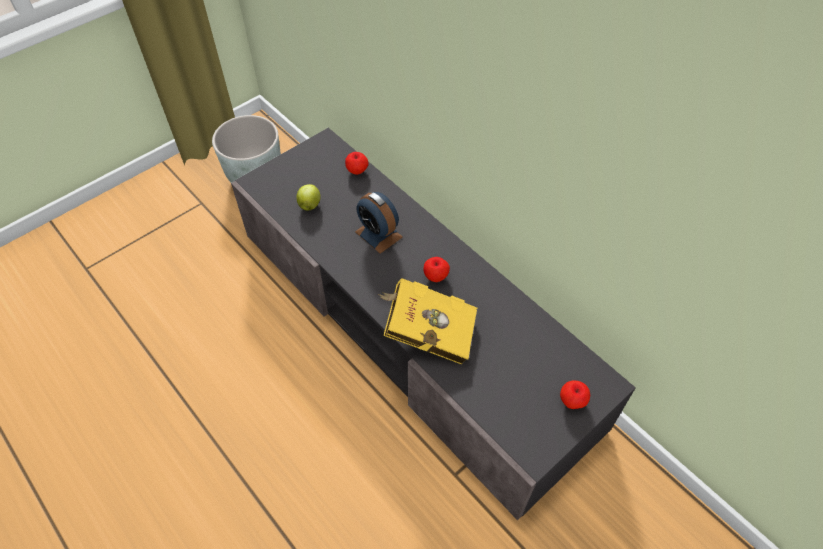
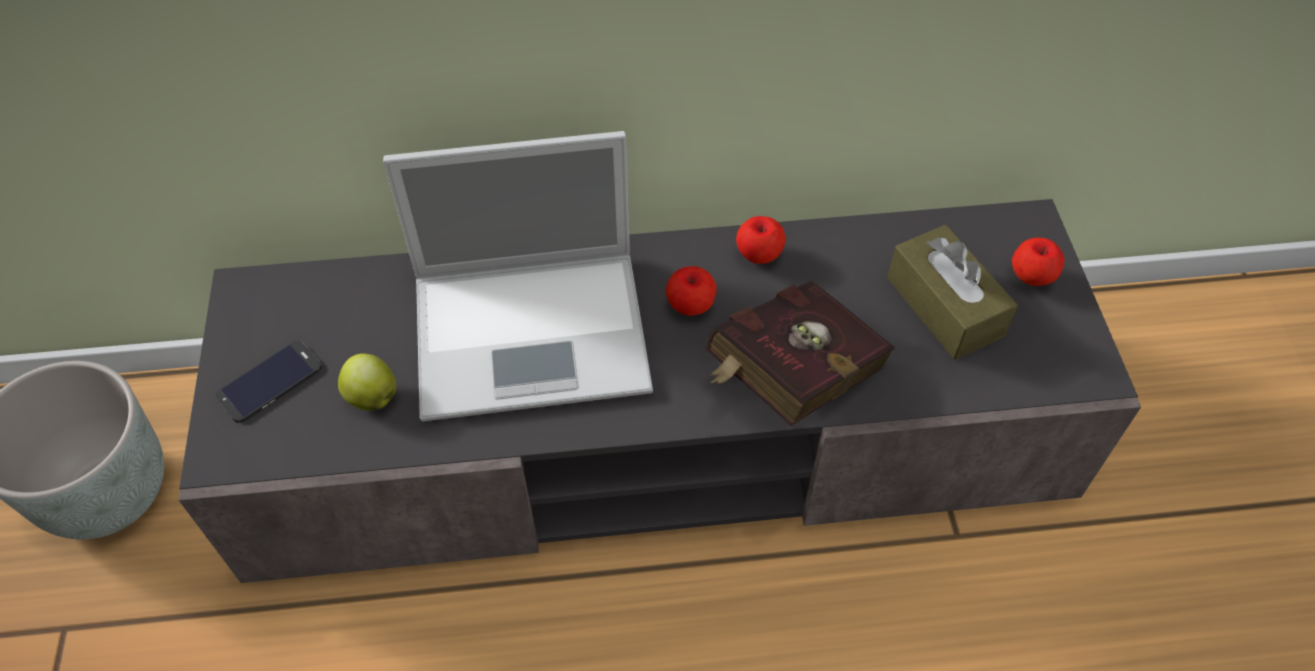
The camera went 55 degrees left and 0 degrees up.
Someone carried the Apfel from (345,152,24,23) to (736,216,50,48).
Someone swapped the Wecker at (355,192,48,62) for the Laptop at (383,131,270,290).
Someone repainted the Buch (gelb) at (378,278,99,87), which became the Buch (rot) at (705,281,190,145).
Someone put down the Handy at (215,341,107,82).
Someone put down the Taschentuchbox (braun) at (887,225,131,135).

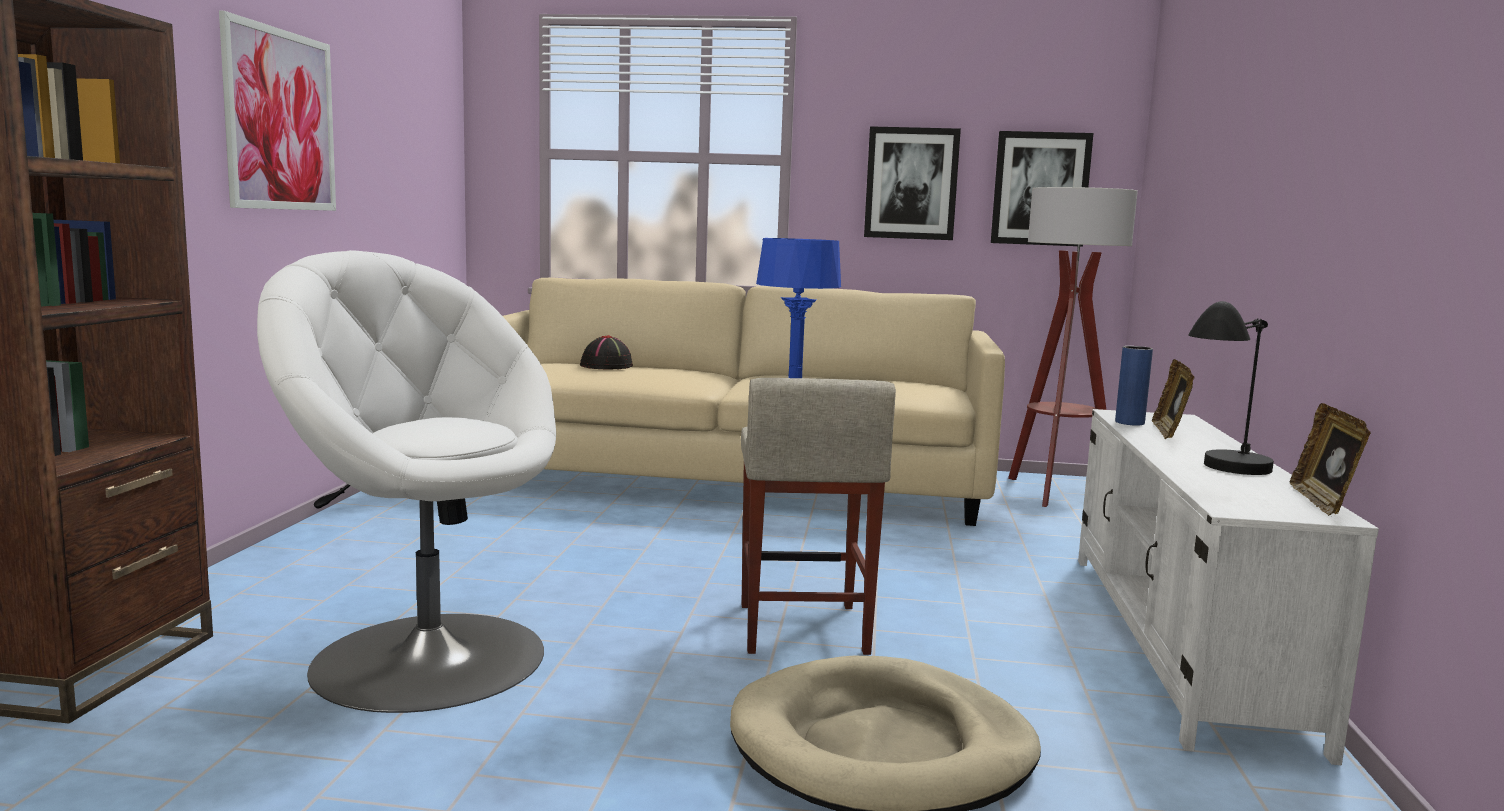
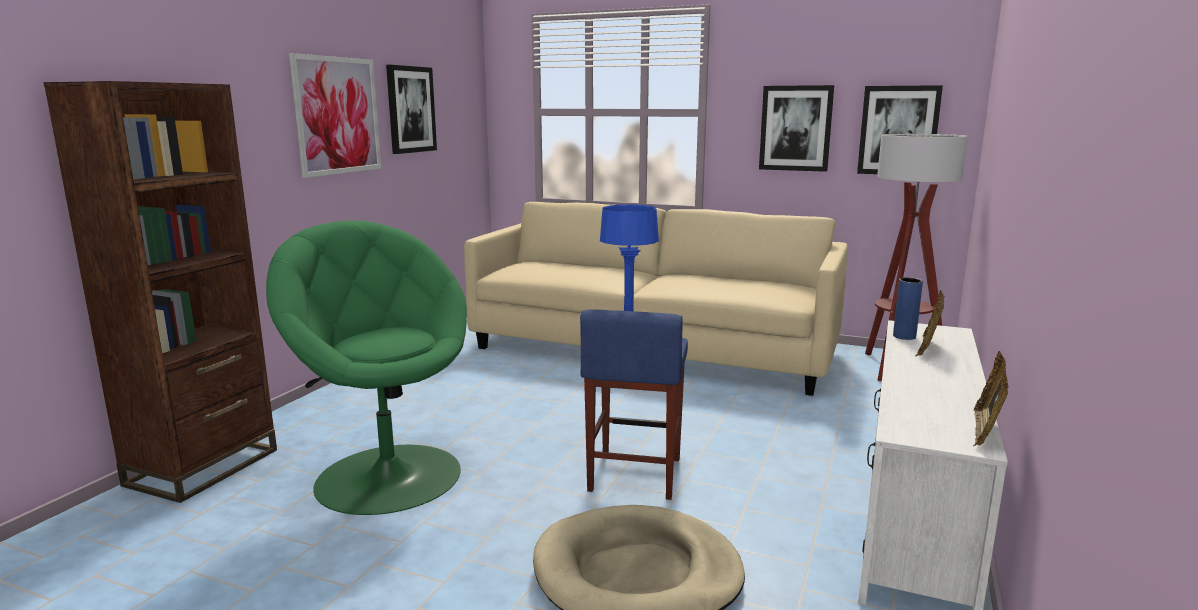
The camera went 15 degrees right and 5 degrees up.
Someone repainted the Sessel (weiß) at (257,250,299,463), which became the Sessel (grün) at (266,221,201,294).
Someone took away the Hut (schwarz) at (580,335,53,34).
Someone repainted the Hocker (beige) at (741,378,155,277), which became the Hocker (blau) at (580,310,108,190).
Someone took away the Tischlampe (schwarz) at (1188,301,86,174).
Someone put up the Bild at (386,65,51,89).

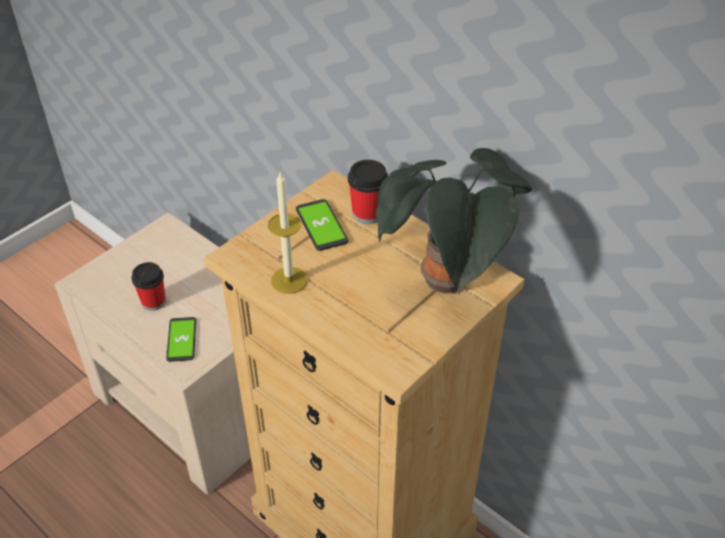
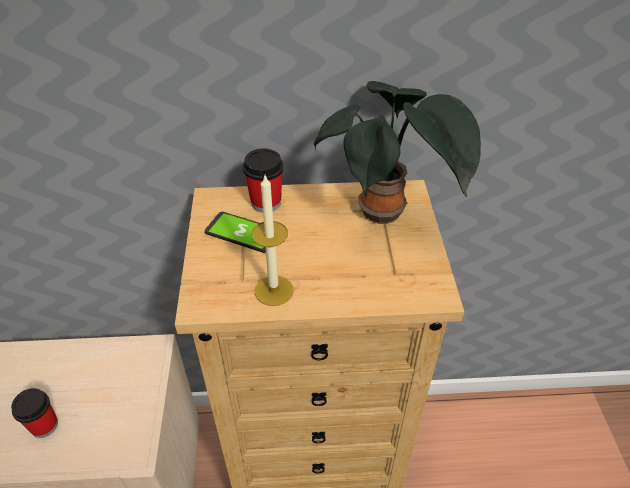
The camera went 45 degrees left and 0 degrees up.
Someone took away the Handy at (166,317,30,45).

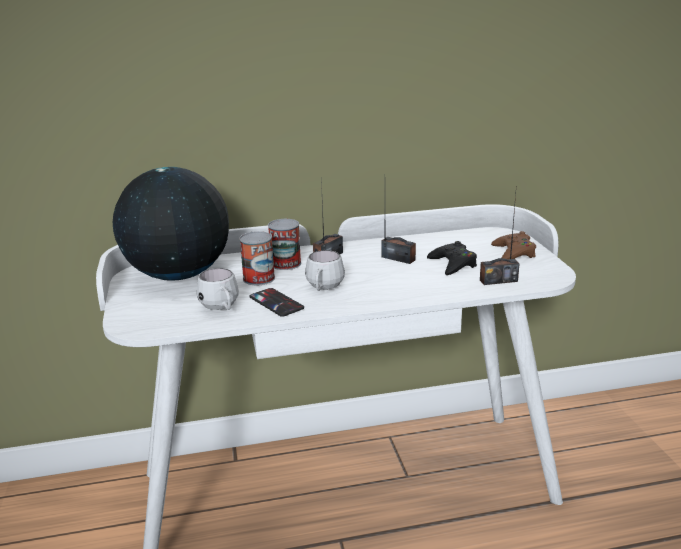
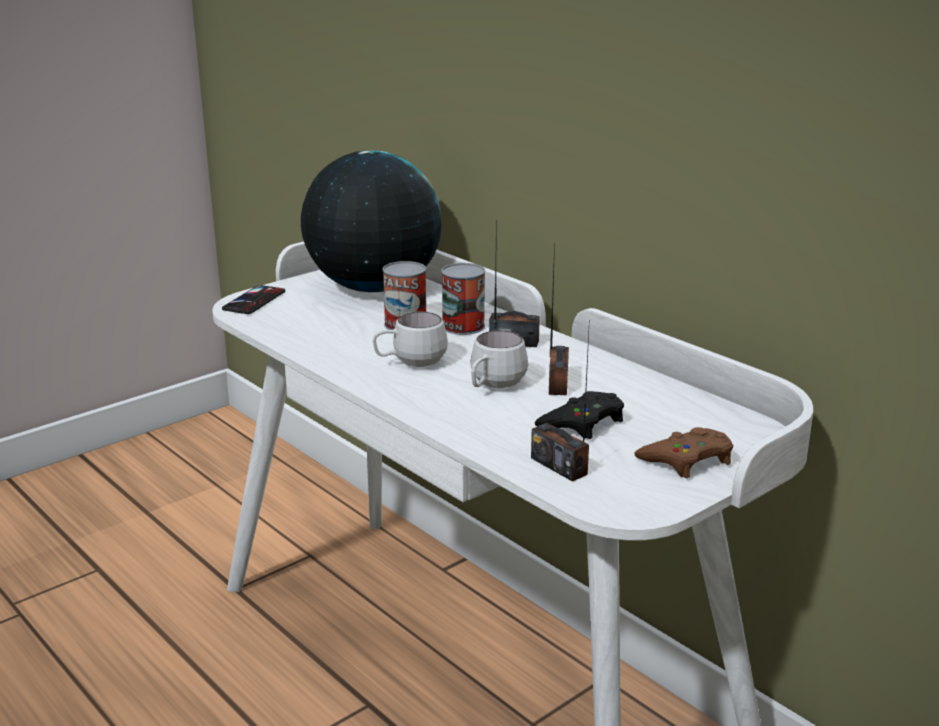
The camera went 60 degrees right and 0 degrees up.
Someone carried the Henkelbecher (weiß) from (197,268,42,42) to (470,330,58,58).
Someone carried the Handy from (250,288,54,29) to (222,285,63,29).

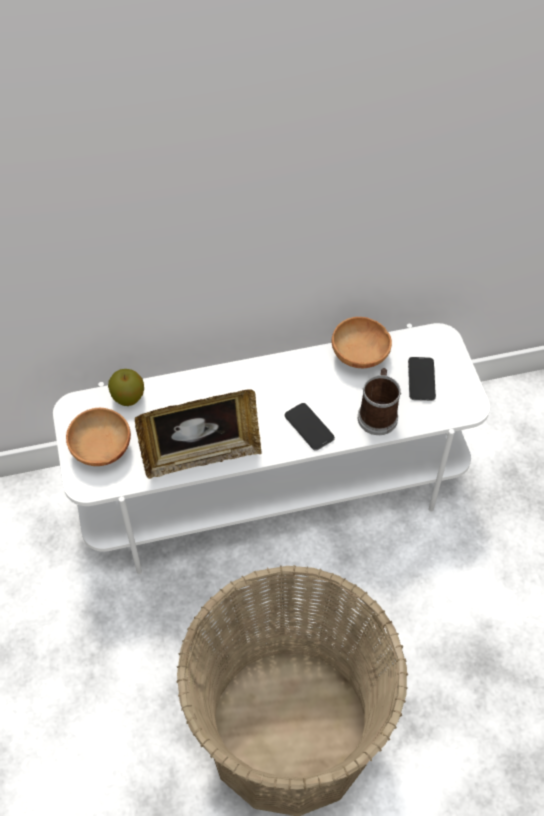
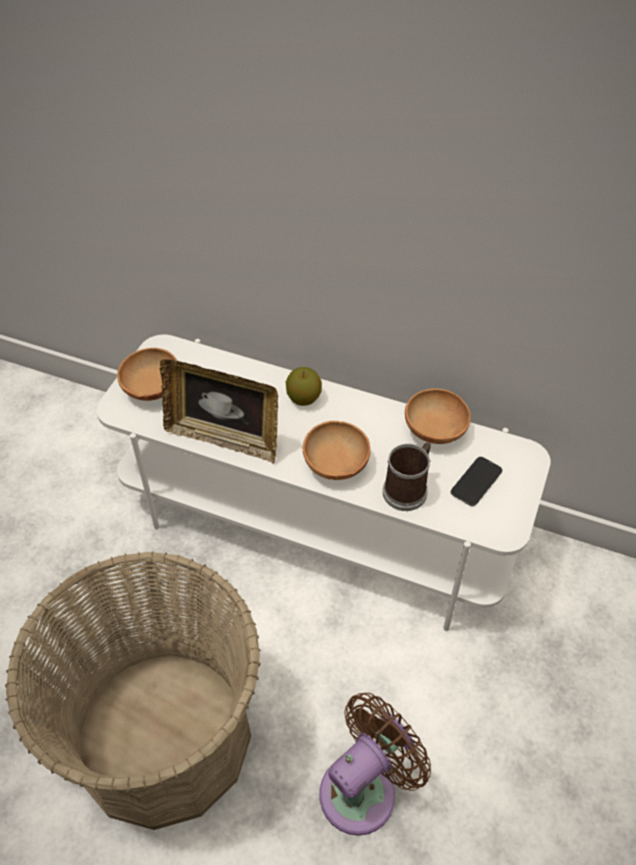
The camera went 35 degrees right and 5 degrees down.
Someone carried the Apfel from (108,369,36,37) to (286,367,36,39).
Someone swapped the Handy at (285,403,50,48) for the Schüssel (braun) at (303,421,67,59).
Someone put down the Ventilator (braun) at (320,693,111,143).

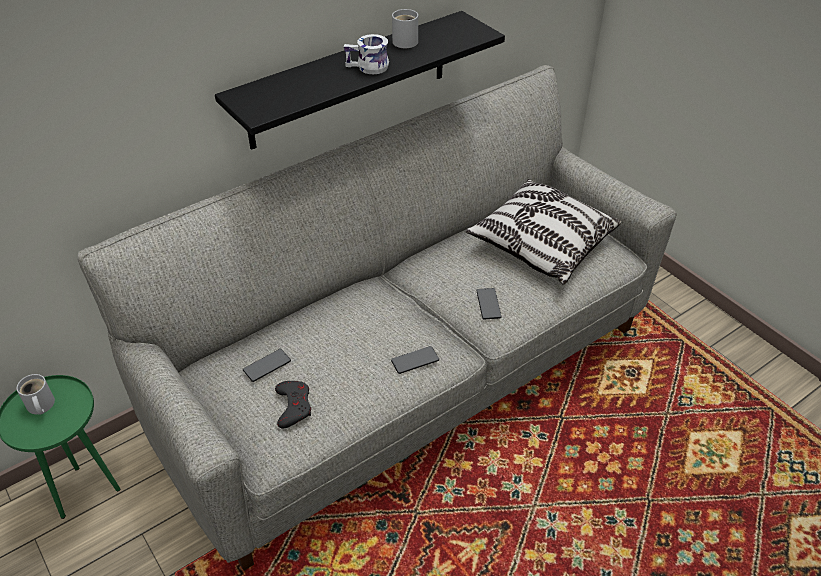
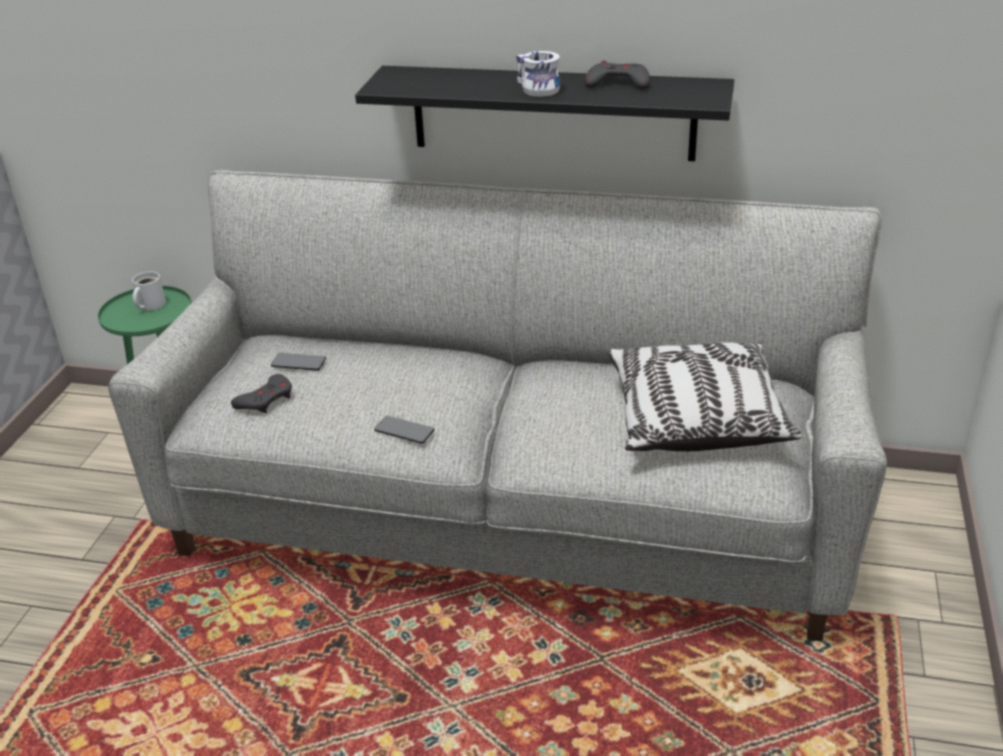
The camera went 50 degrees right and 10 degrees down.
Someone swapped the Henkelbecher (weiß) at (392,9,26,39) for the Gamepad (grau) at (585,60,65,29).
Someone took away the Handy at (476,288,26,31).

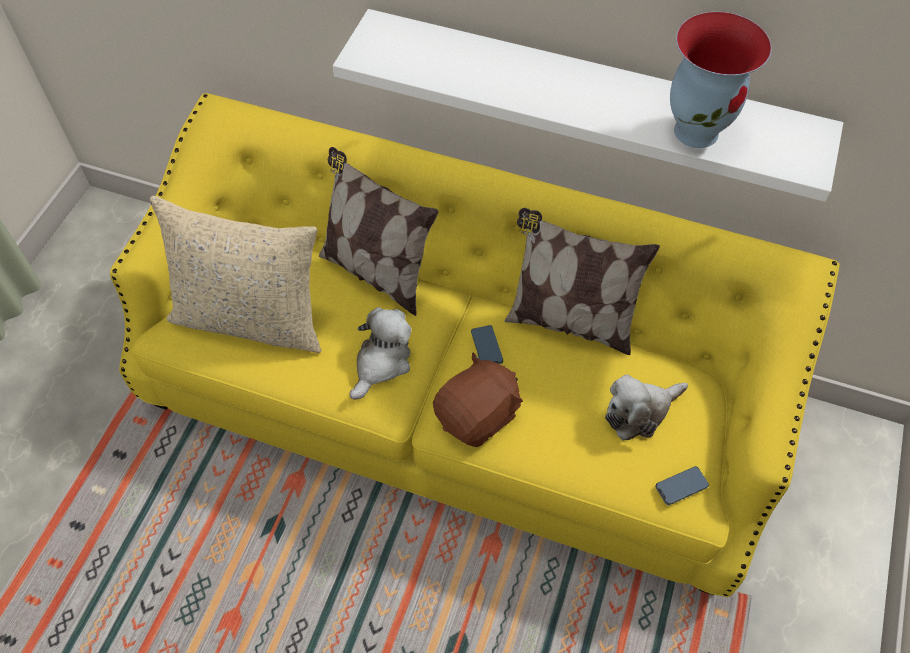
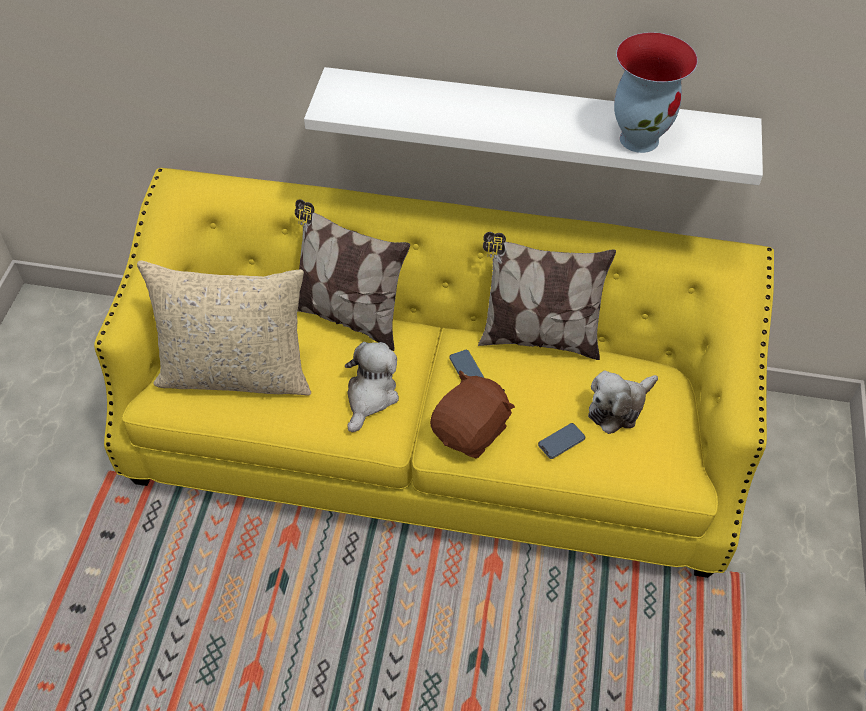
The camera went 10 degrees left and 5 degrees down.
Someone carried the Handy from (655,466,54,39) to (538,423,47,36).

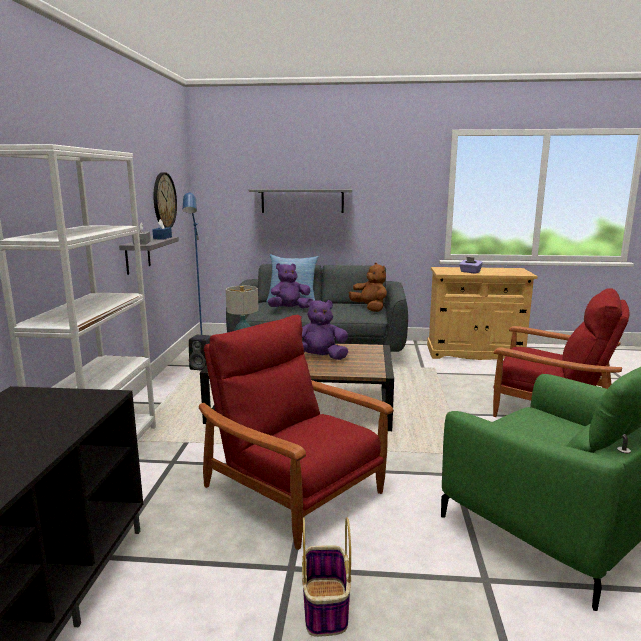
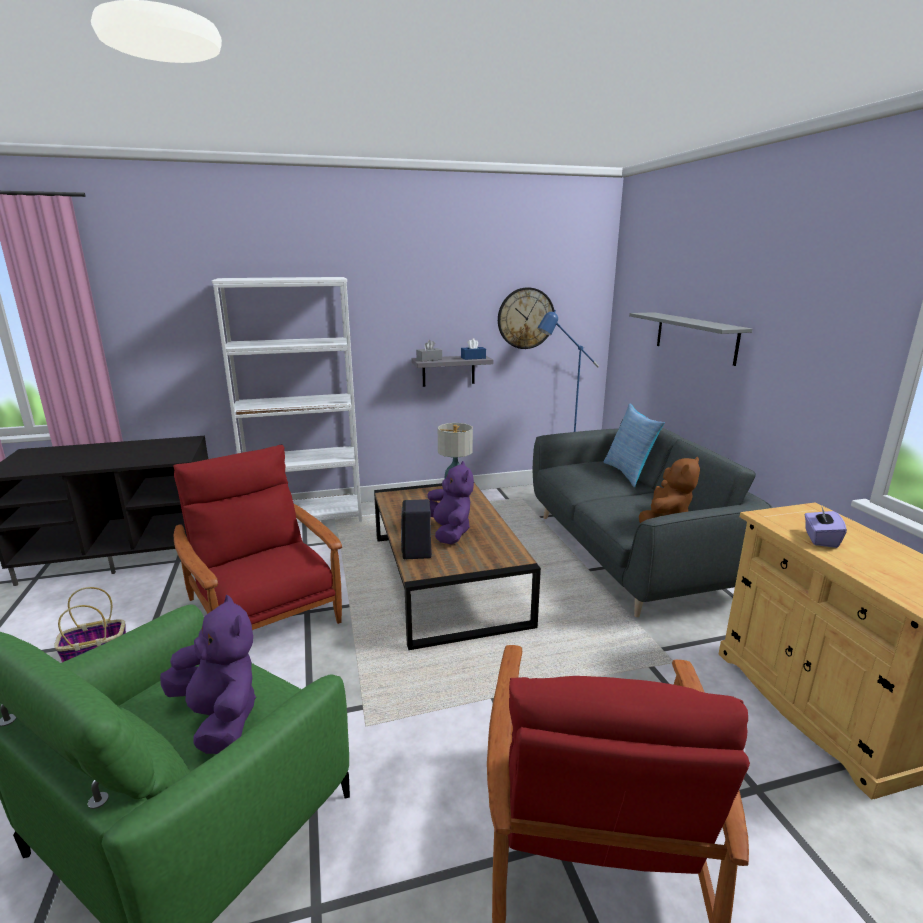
The camera went 70 degrees right and 5 degrees up.
Someone carried the Lautsprecher (schwarz) from (189,334,21,37) to (401,499,31,60).
Someone rotated the Sessel (rot) at (199,315,195,235) by 60 degrees counterclockwise.
Someone carried the Plüschtier (lila) from (268,263,42,45) to (160,595,96,159).

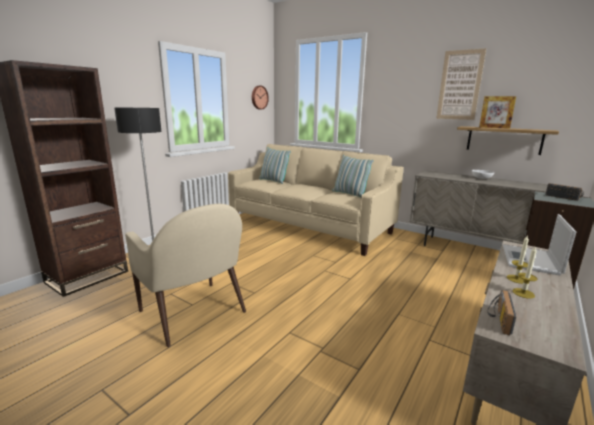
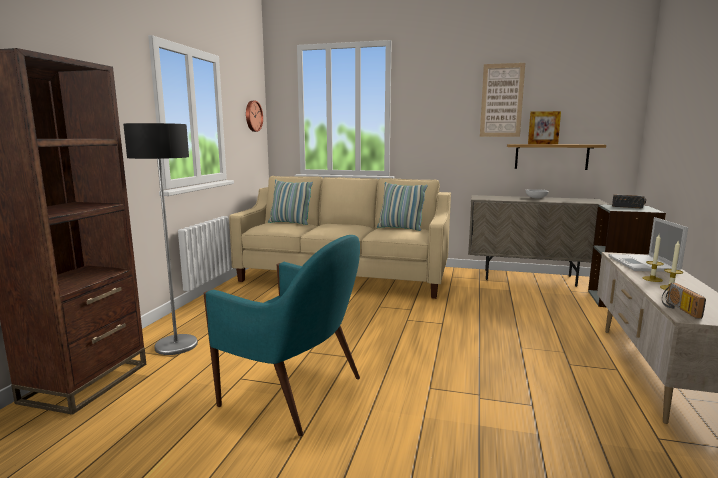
The camera went 20 degrees left and 5 degrees down.
Someone repainted the Sessel (beige) at (125,204,121,143), which became the Sessel (türkis) at (203,235,157,201).

